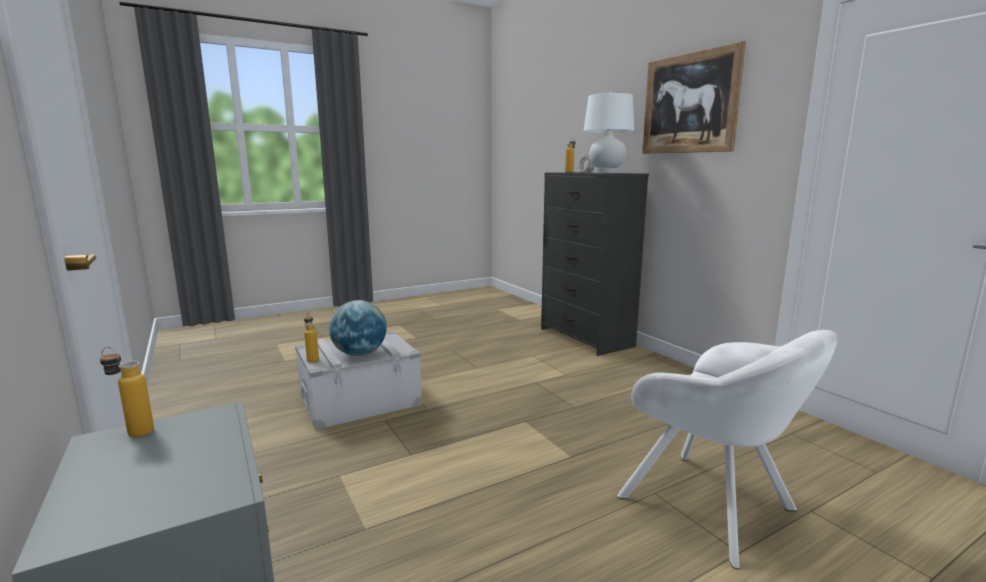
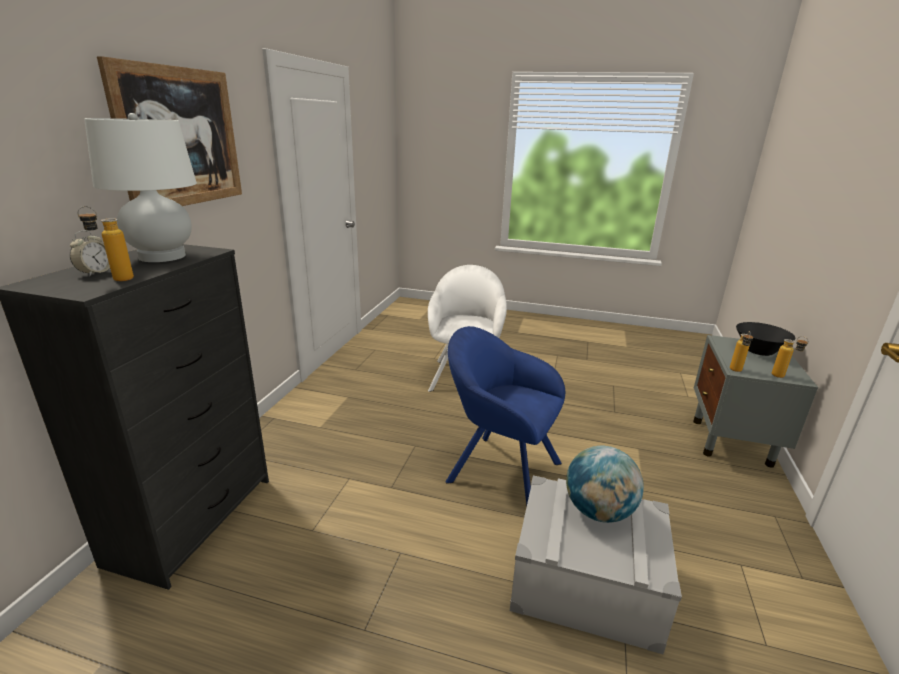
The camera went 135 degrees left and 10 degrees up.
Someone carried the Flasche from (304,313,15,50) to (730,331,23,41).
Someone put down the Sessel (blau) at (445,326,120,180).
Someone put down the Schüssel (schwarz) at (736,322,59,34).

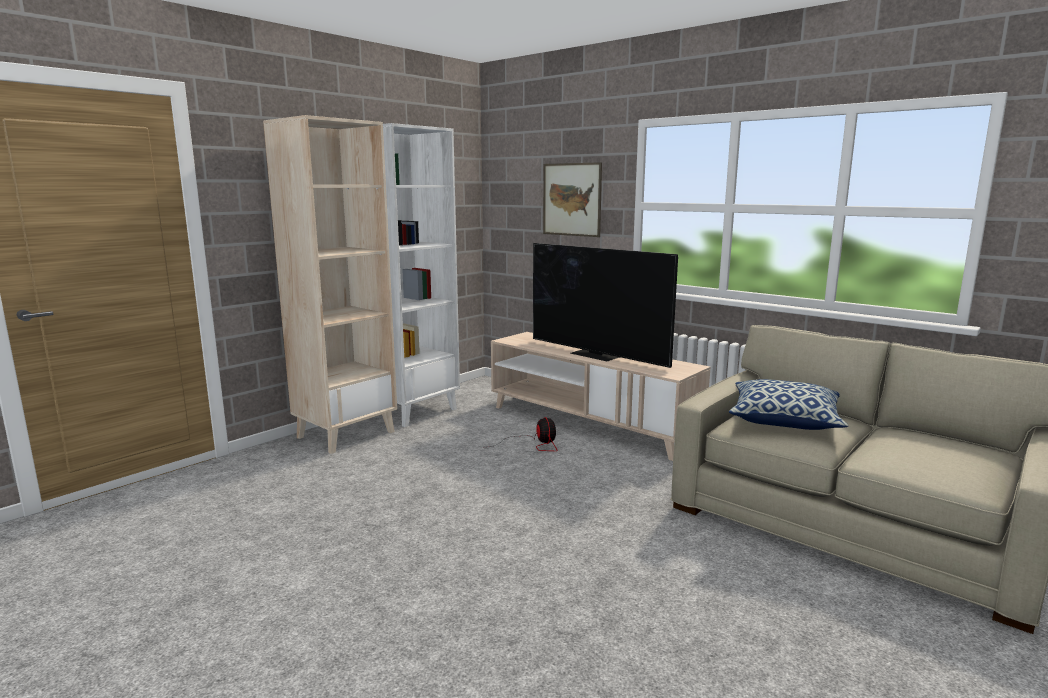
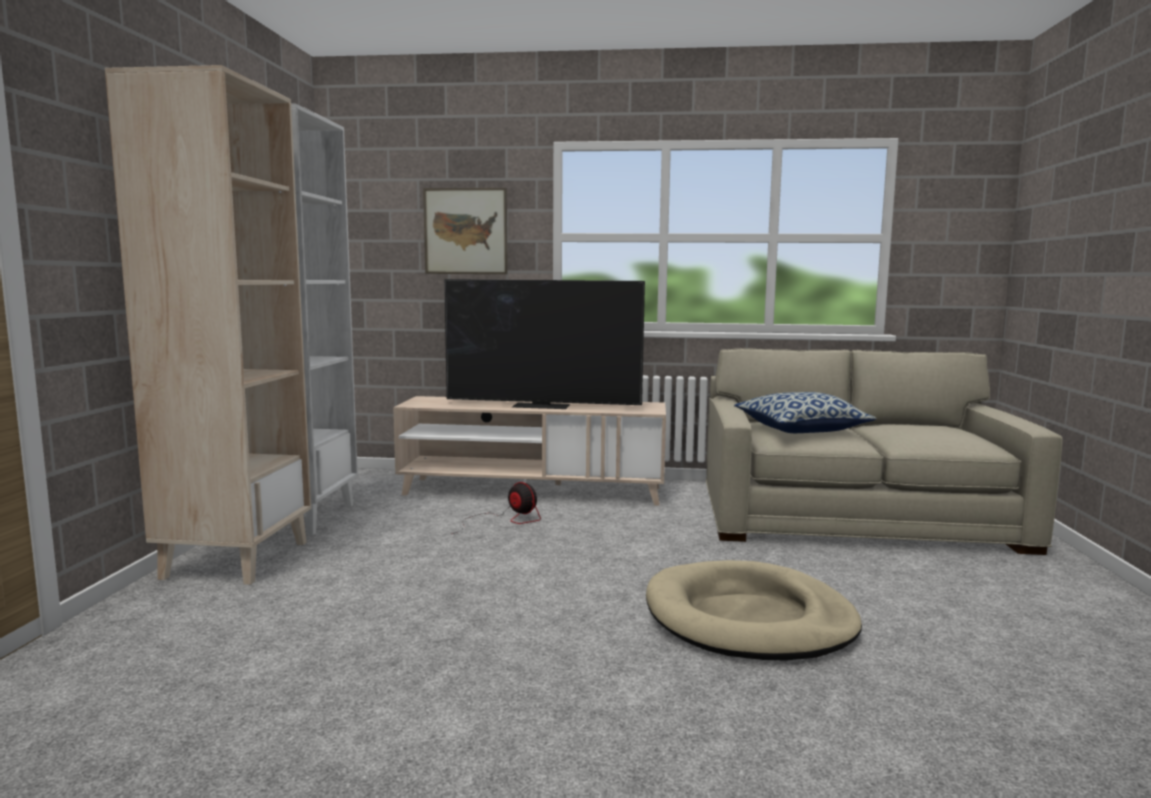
The camera went 35 degrees left and 5 degrees down.
Someone put down the Hundebett (beige) at (646,560,216,100).

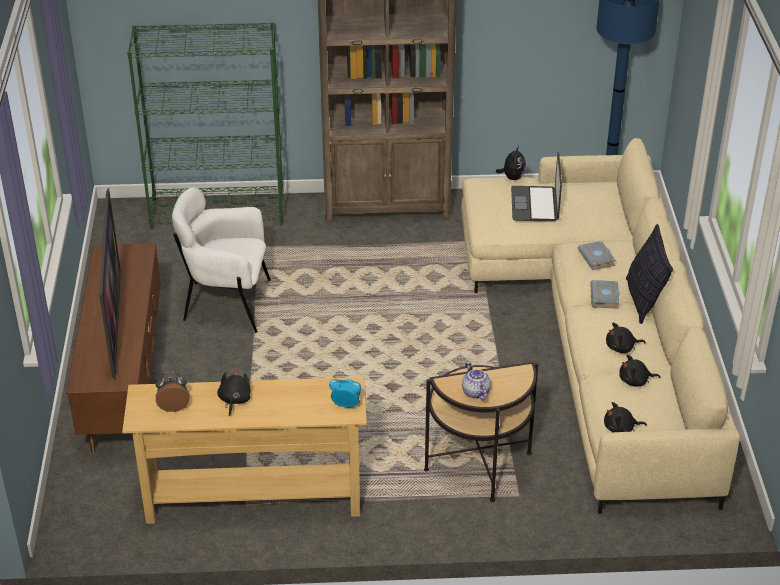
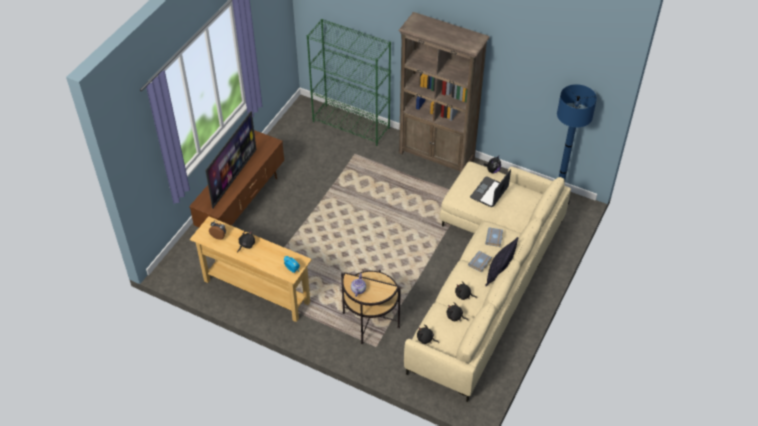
The camera went 30 degrees right and 10 degrees up.
Someone took away the Sessel (weiß) at (172,187,99,146).

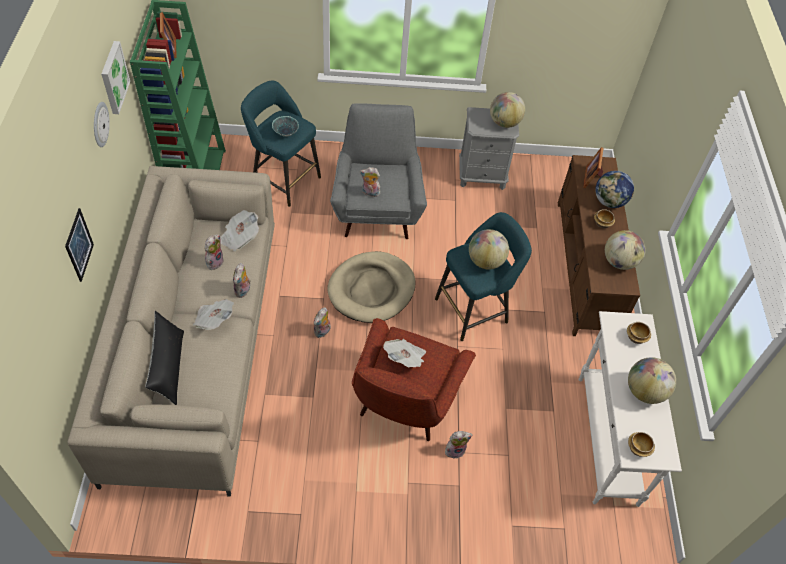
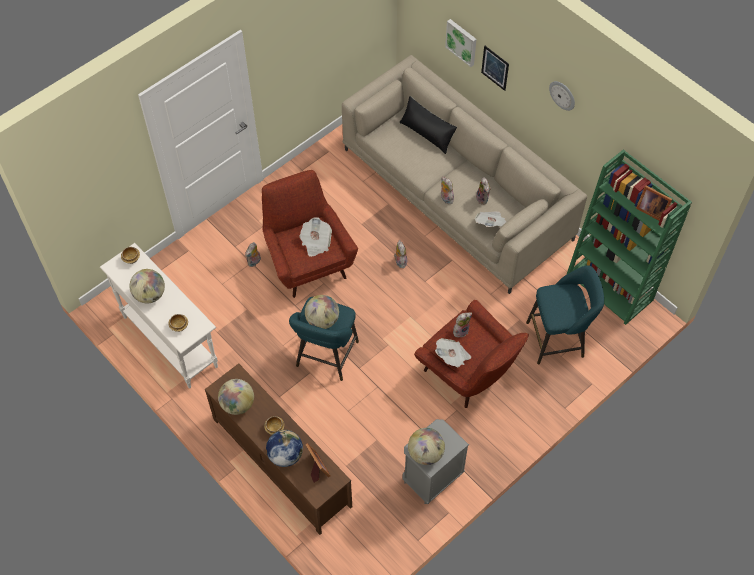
The camera went 140 degrees right and 5 degrees up.
Someone carried the Bild from (101,41,29,73) to (445,19,32,48).
Someone carried the Zeitung from (193,299,41,31) to (435,338,36,29).
Someone took away the Schüssel at (272,116,27,21).
Someone took away the Hundebett (beige) at (327,251,89,72).
Someone repainted the Sessel (grau) at (330,103,97,136), which became the Sessel (rot) at (414,300,115,108).

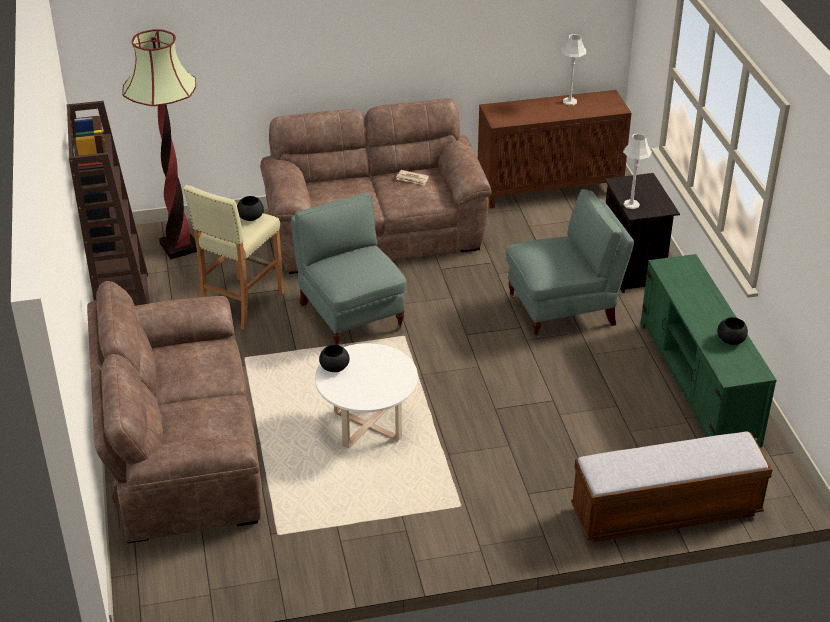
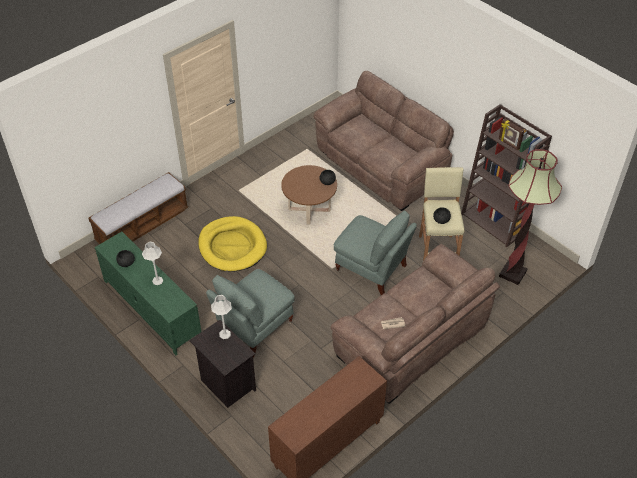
The camera went 150 degrees right and 10 degrees up.
Someone repainted the Couchtisch (weiß) at (315,343,103,105), which became the Couchtisch (braun) at (281,165,56,60).
Someone carried the Tischlampe (grau) from (562,34,24,71) to (142,241,22,44).
Someone put down the Hundebett (gelb) at (198,216,69,56).

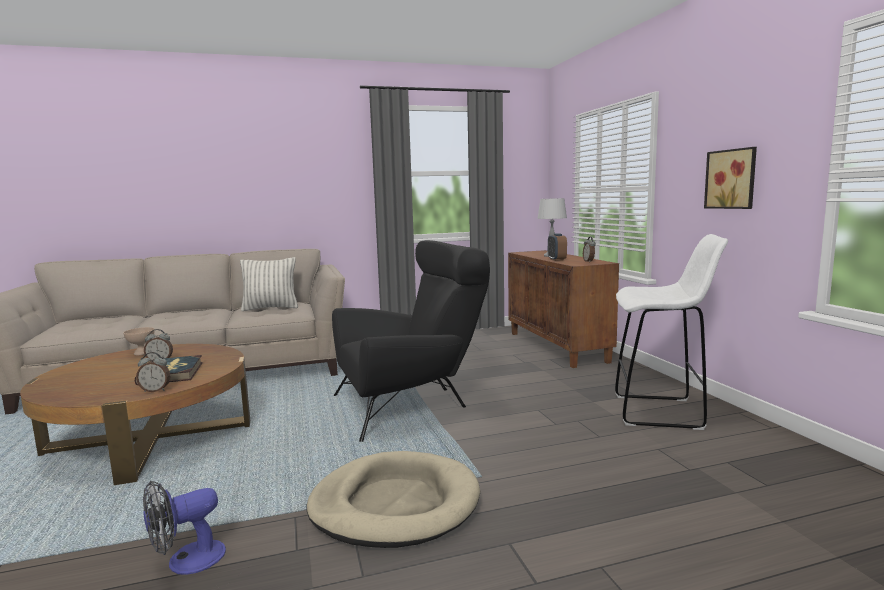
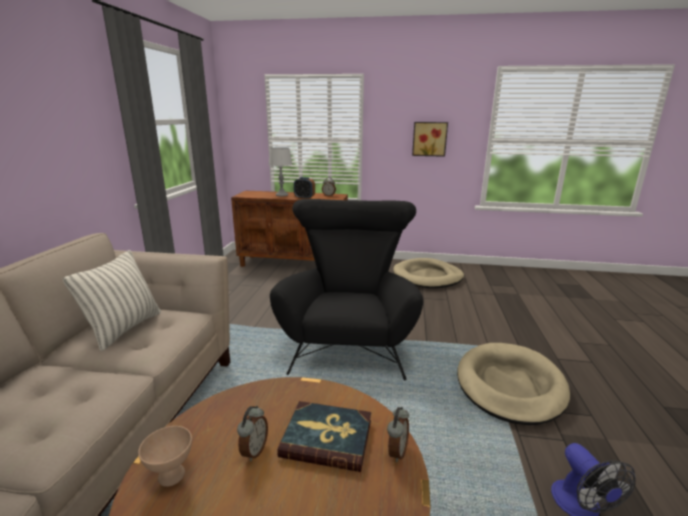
The camera went 65 degrees left and 10 degrees up.
Someone swapped the Hocker (weiß) at (615,234,113,196) for the Hundebett (beige) at (393,258,71,30).

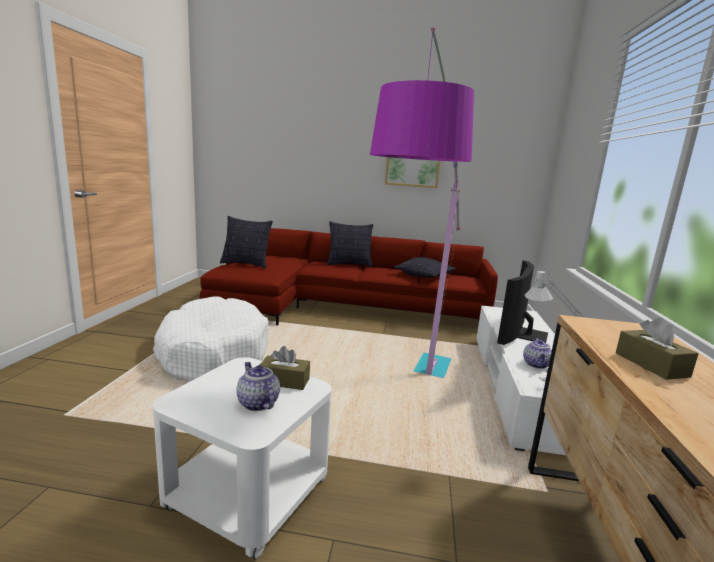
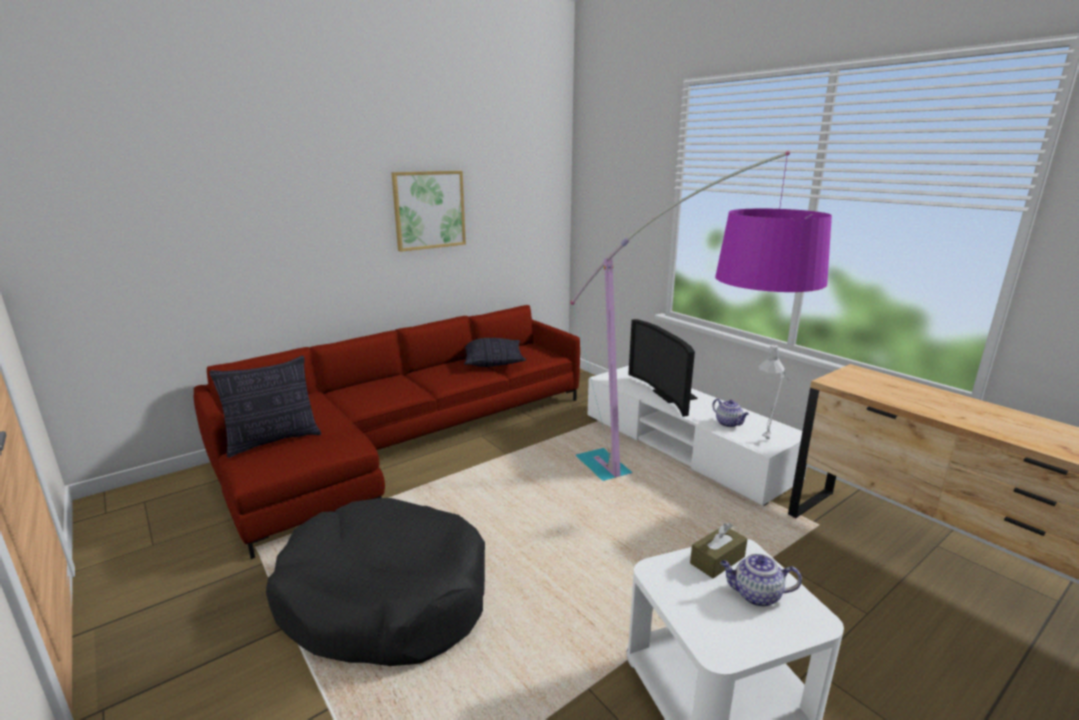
The camera went 45 degrees left and 5 degrees up.
Someone repainted the Hundebett (weiß) at (153,296,115,85), which became the Hundebett (schwarz) at (266,498,219,168).
Someone took away the Kissen at (327,221,46,46).
Someone took away the Taschentuchbox (braun) at (616,317,82,63).

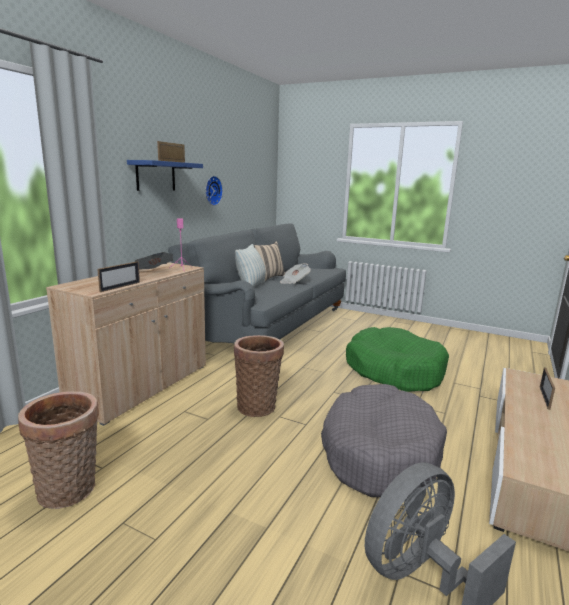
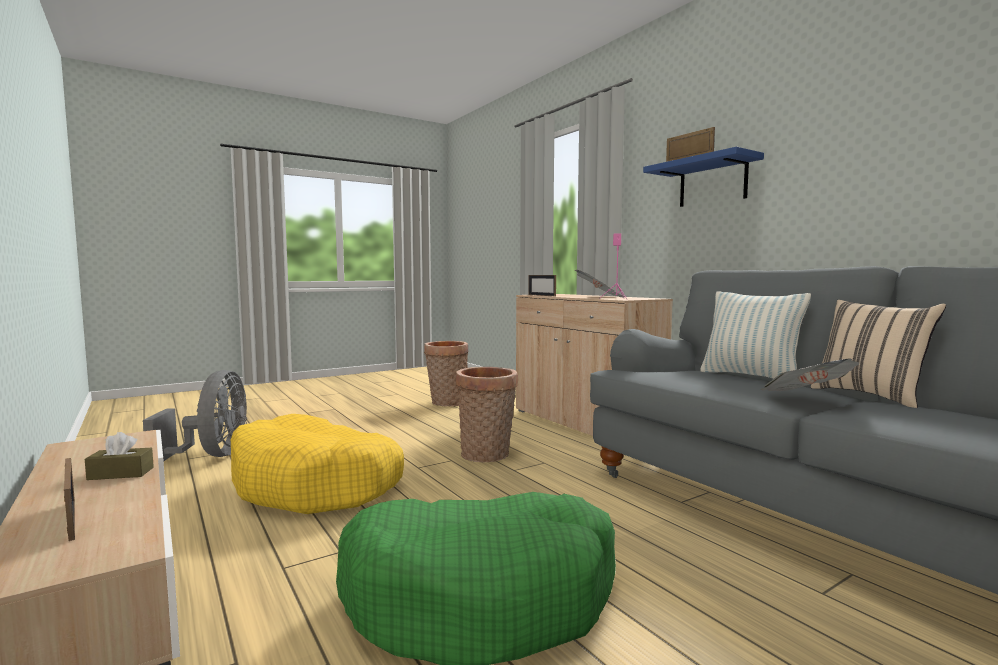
The camera went 120 degrees right and 10 degrees down.
Someone took away the Wanduhr at (205,176,18,30).
Someone repainted the Hundebett (grau) at (321,384,126,113), which became the Hundebett (gelb) at (231,414,173,100).
Someone put down the Taschentuchbox (braun) at (85,432,69,48).

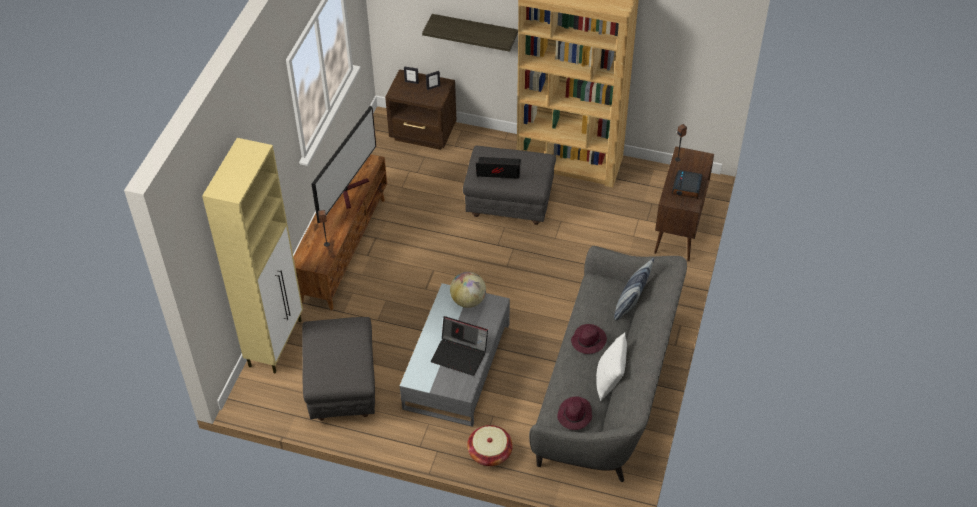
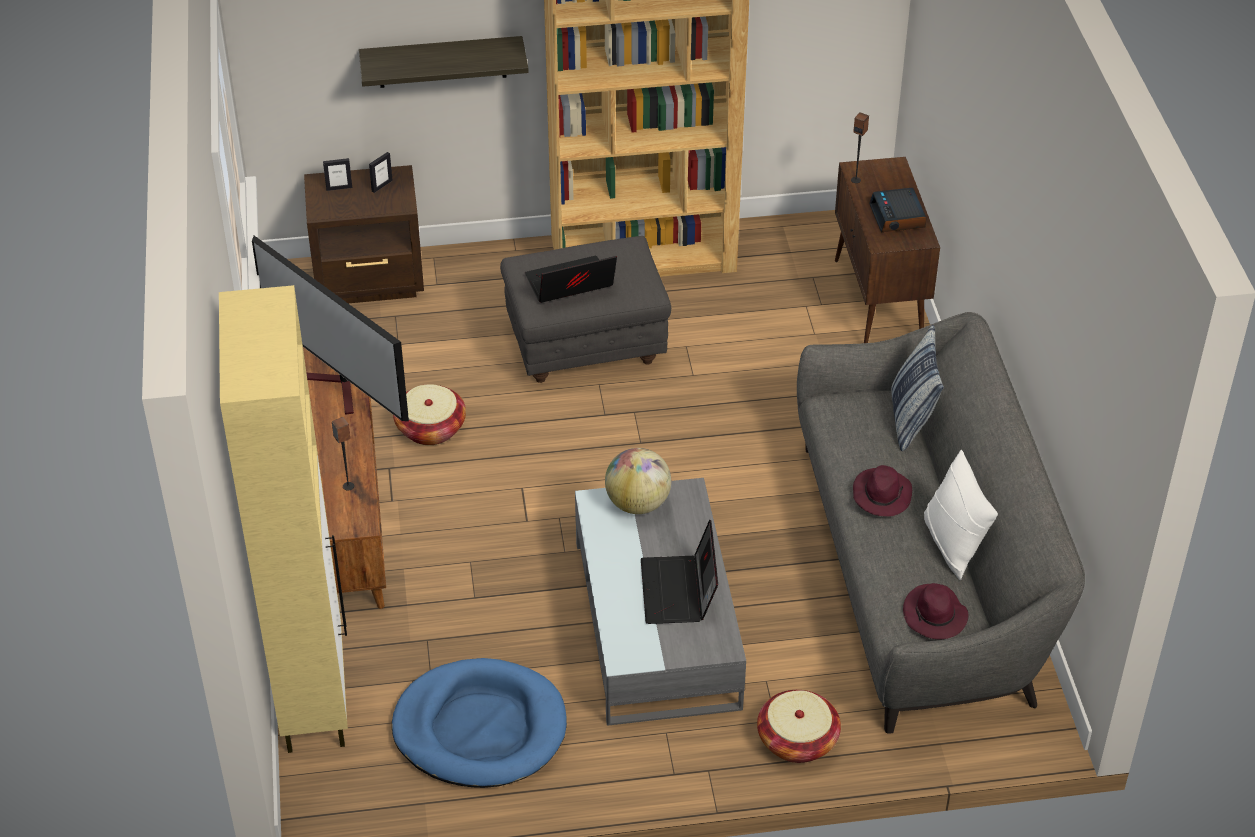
The camera went 25 degrees left and 5 degrees down.
Someone swapped the Polsterhocker (grau) at (302,317,73,104) for the Hundebett (blau) at (392,658,175,130).
Someone rotated the Fernseher at (312,105,64,118) by 135 degrees clockwise.
Someone rotated the Laptop at (431,316,57,60) by 90 degrees clockwise.
Someone put down the Korb at (393,384,73,61).

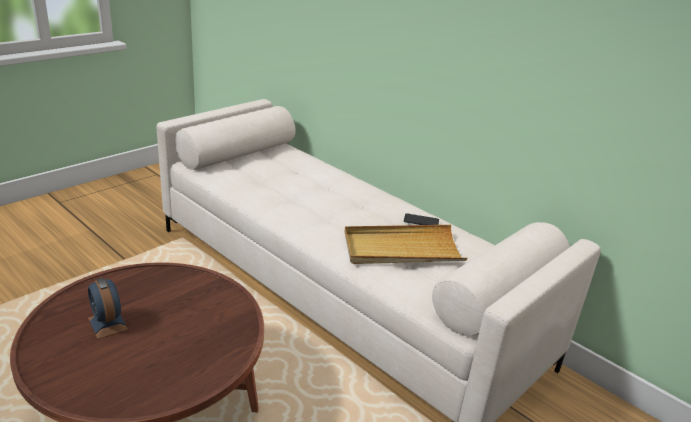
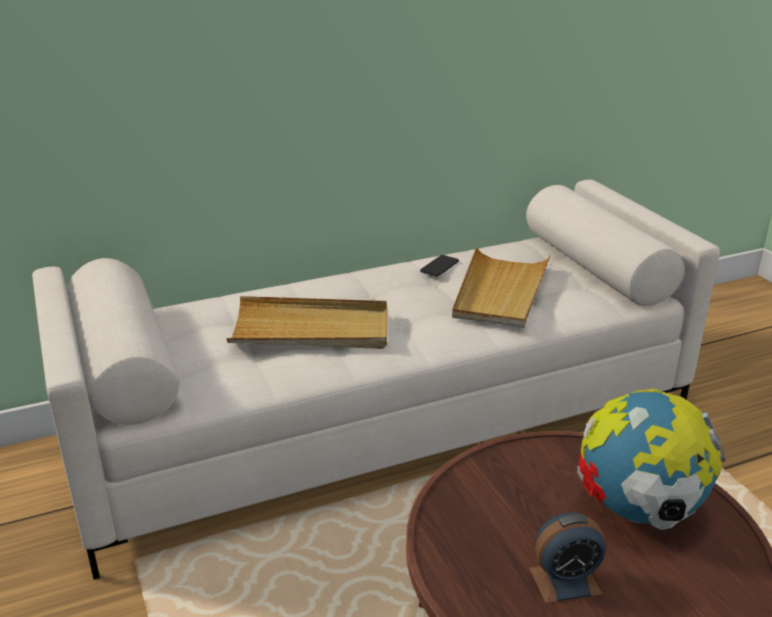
The camera went 65 degrees left and 0 degrees up.
Someone put down the Tablett (beige) at (226,296,161,53).
Someone put down the Globus at (577,389,149,141).

